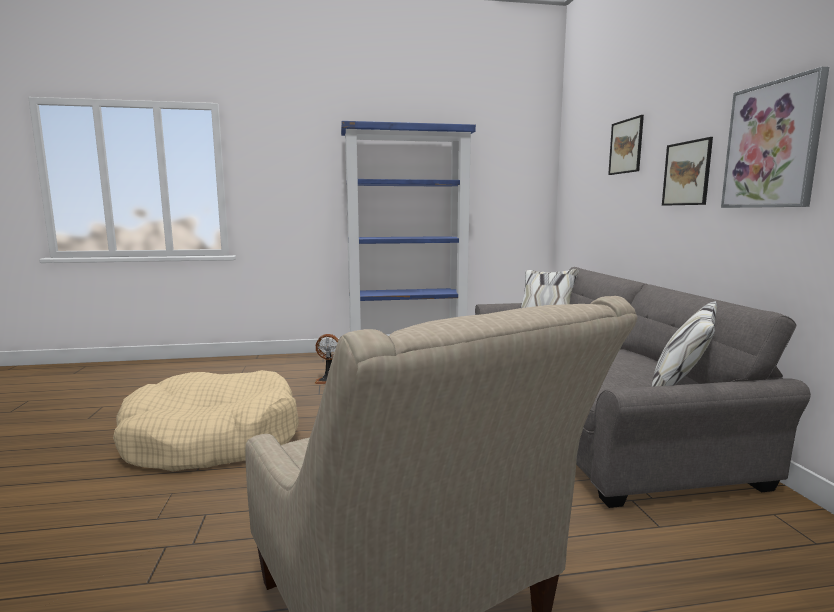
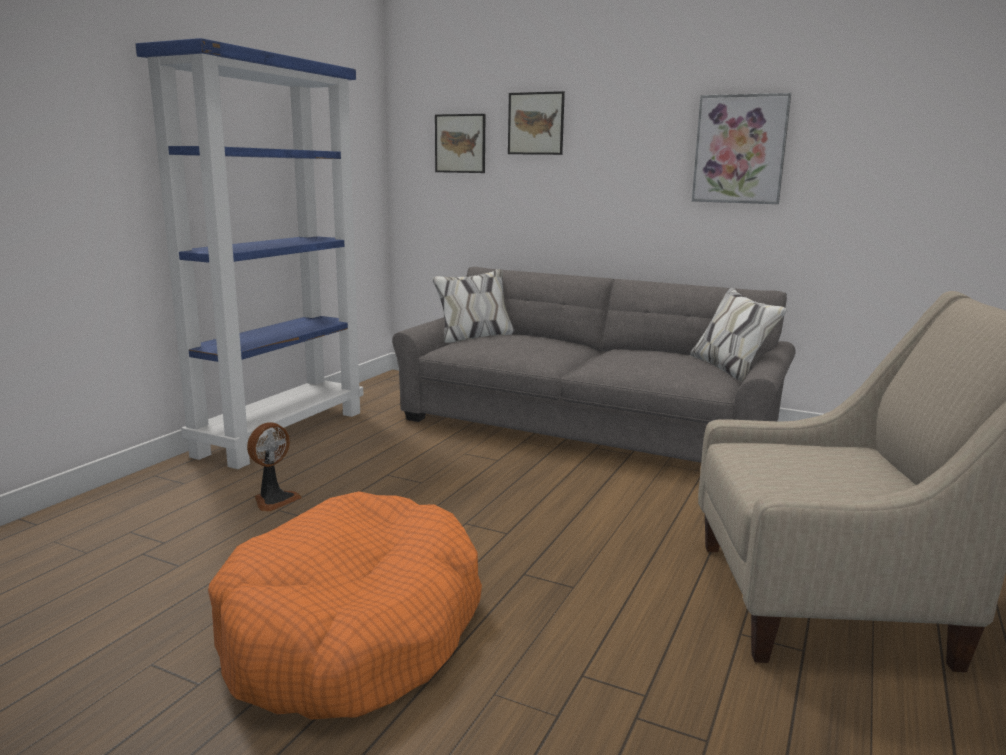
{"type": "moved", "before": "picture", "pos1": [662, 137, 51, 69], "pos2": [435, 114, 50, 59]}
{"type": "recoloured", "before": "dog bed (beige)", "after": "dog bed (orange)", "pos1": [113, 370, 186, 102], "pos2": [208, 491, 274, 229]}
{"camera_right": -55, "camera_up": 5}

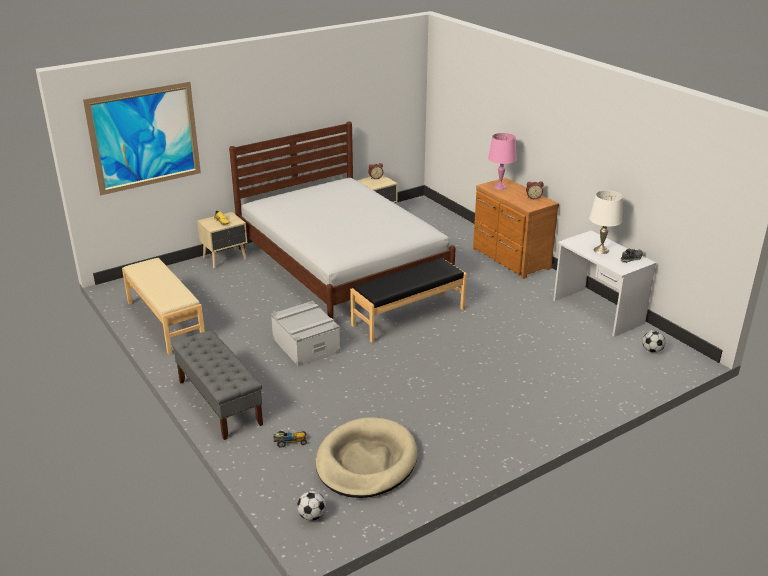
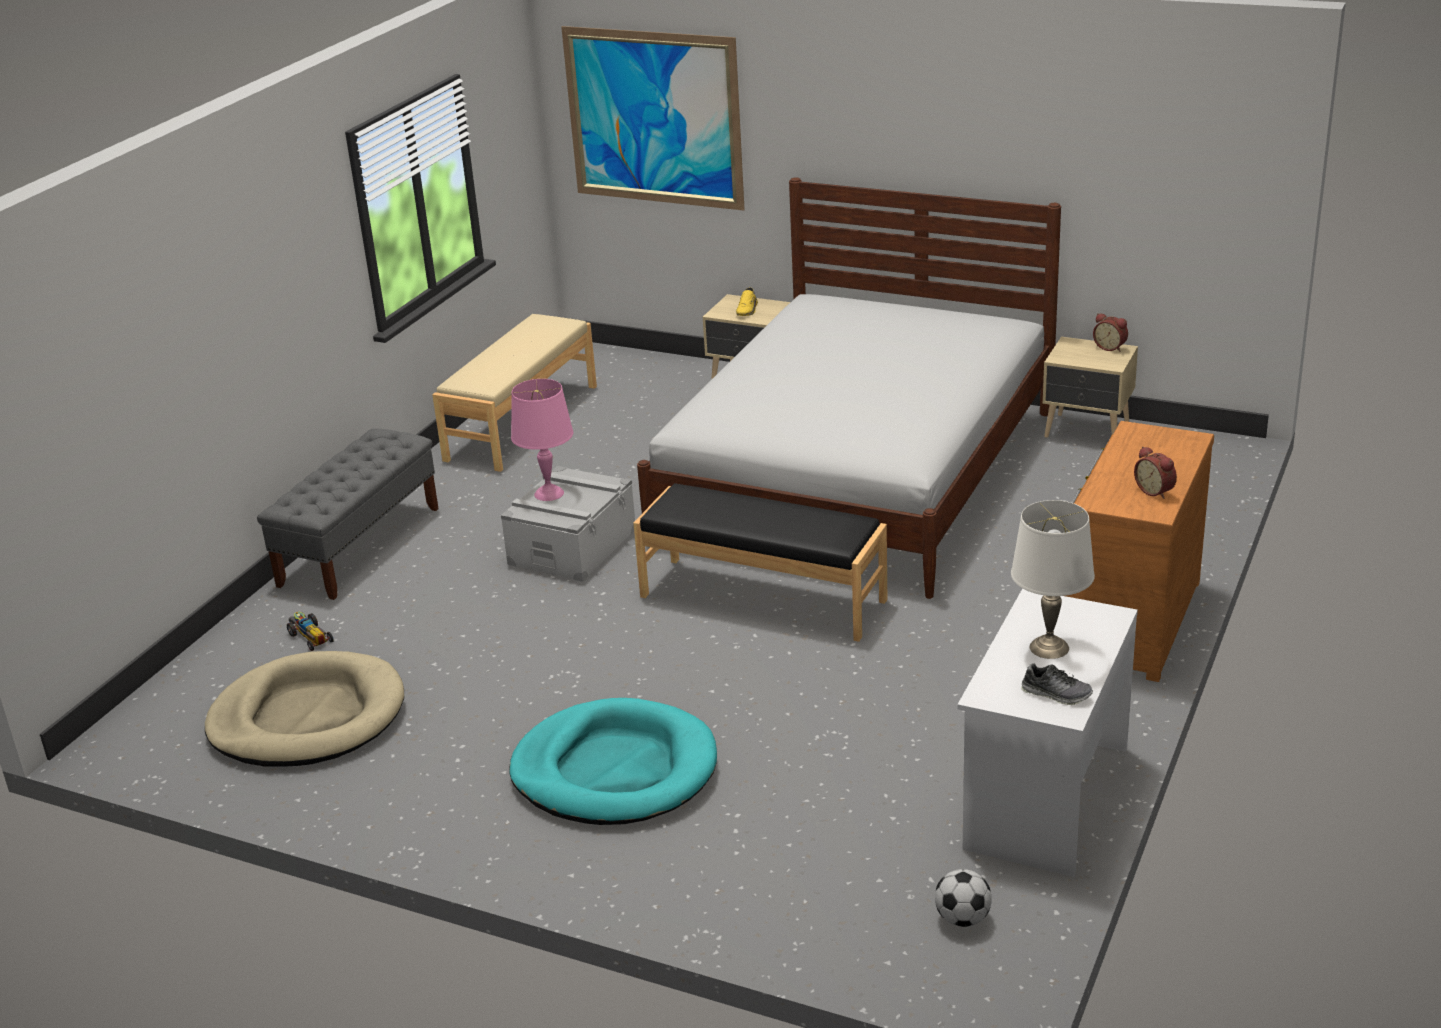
{"type": "moved", "before": "table lamp (pink)", "pos1": [488, 133, 29, 57], "pos2": [511, 379, 62, 122]}
{"type": "removed", "before": "football", "pos1": [297, 491, 29, 30]}
{"type": "added", "after": "dog bed (turquoise)", "pos2": [509, 698, 208, 127]}
{"camera_right": 60, "camera_up": 0}

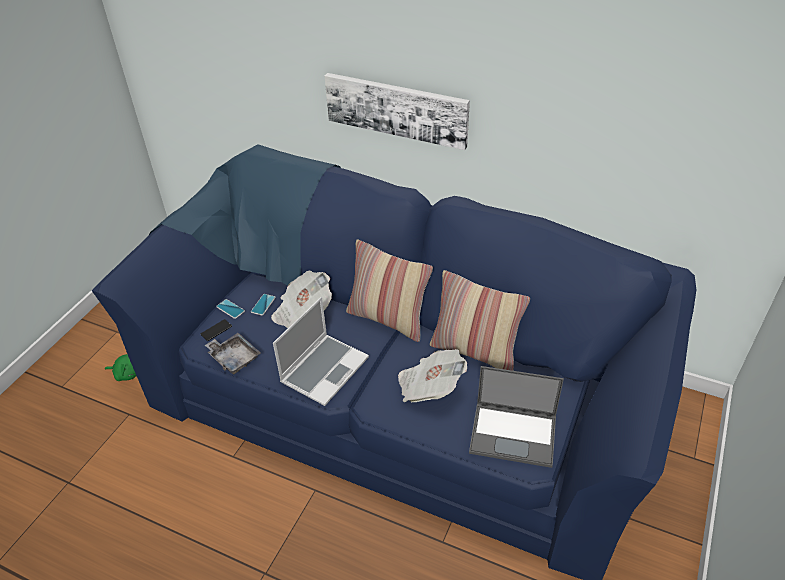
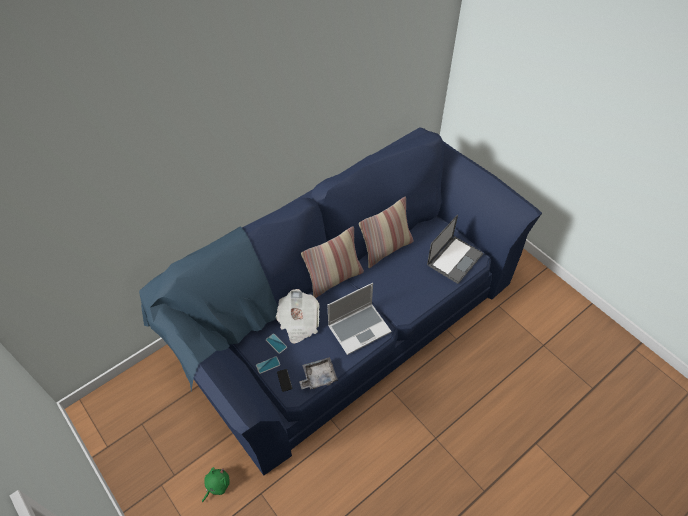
{"type": "removed", "before": "picture", "pos1": [325, 73, 145, 77]}
{"type": "turned", "before": "laptop", "pos1": [273, 297, 96, 109], "pos2": [327, 283, 64, 72], "turn": 90}
{"type": "removed", "before": "newspaper", "pos1": [398, 349, 69, 53]}
{"camera_right": -65, "camera_up": 10}

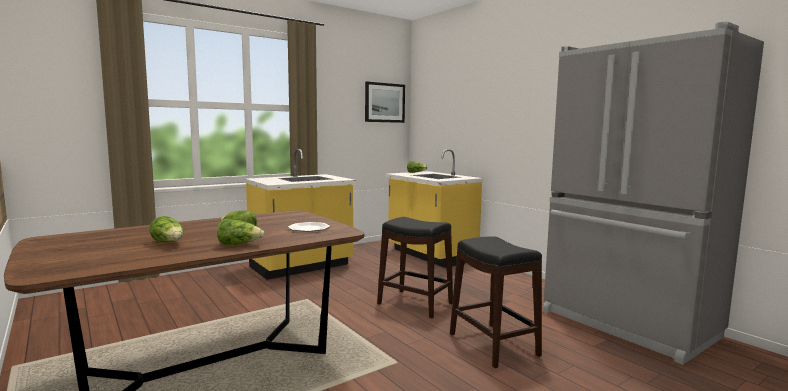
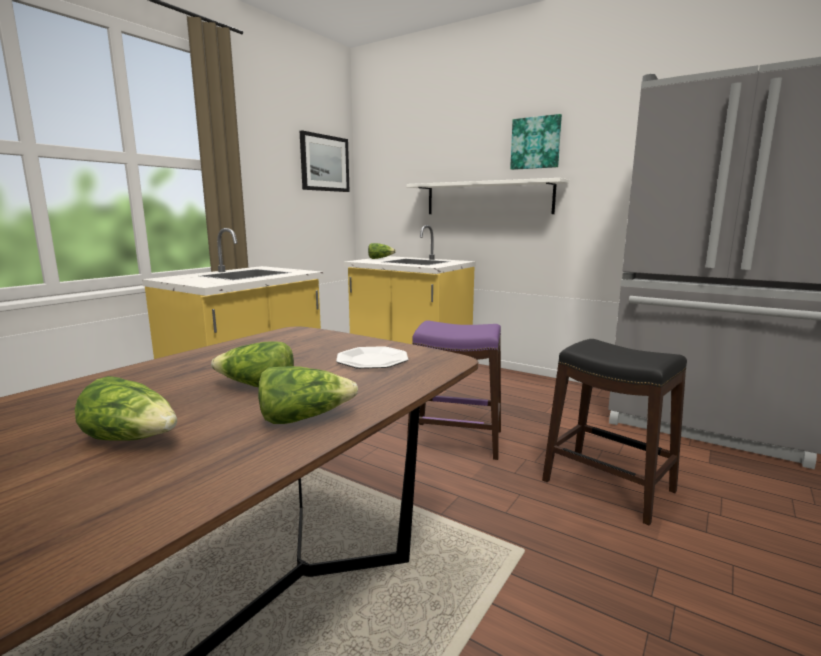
{"type": "recoloured", "before": "stool (black)", "after": "stool (purple)", "pos1": [377, 217, 76, 101], "pos2": [407, 320, 94, 140]}
{"type": "added", "after": "picture", "pos2": [510, 114, 52, 56]}
{"type": "added", "after": "shelf (white)", "pos2": [407, 178, 162, 36]}
{"camera_right": -20, "camera_up": 5}

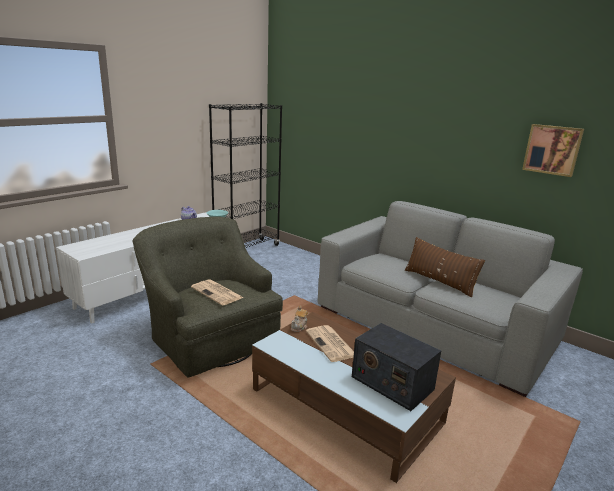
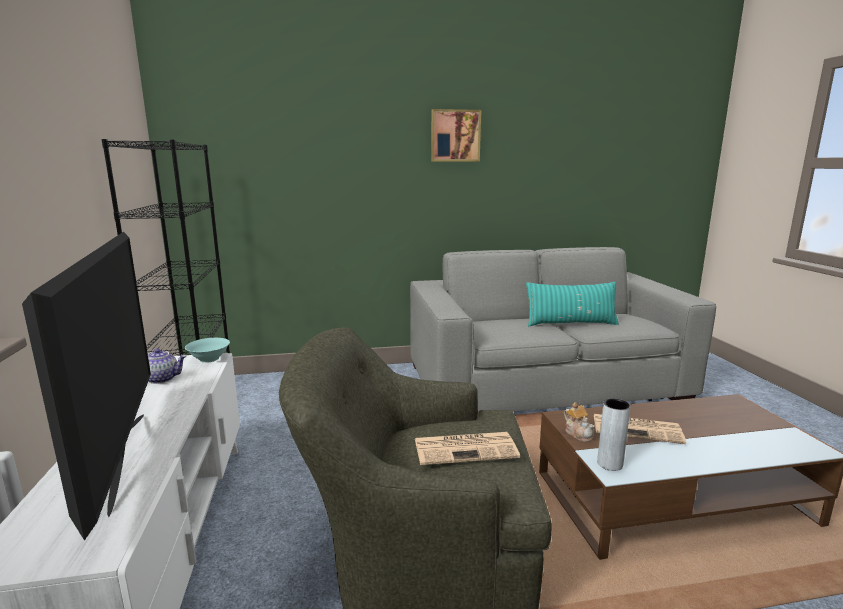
{"type": "moved", "before": "picture", "pos1": [522, 124, 62, 53], "pos2": [431, 109, 50, 53]}
{"type": "recoloured", "before": "pillow (brown)", "after": "pillow (turquoise)", "pos1": [405, 237, 80, 60], "pos2": [526, 282, 93, 44]}
{"type": "removed", "before": "radio", "pos1": [352, 323, 89, 88]}
{"type": "added", "after": "television", "pos2": [22, 232, 129, 309]}
{"type": "added", "after": "vase (grey)", "pos2": [597, 398, 34, 73]}
{"camera_right": -50, "camera_up": -5}

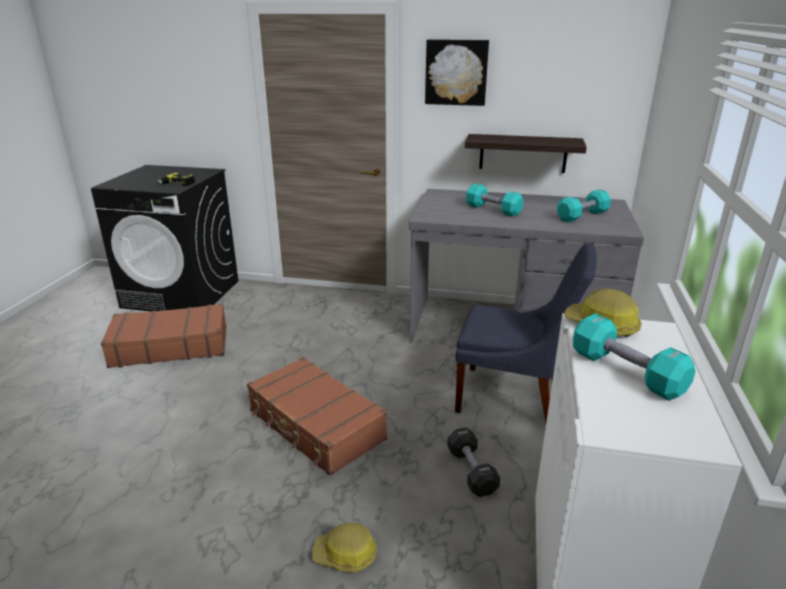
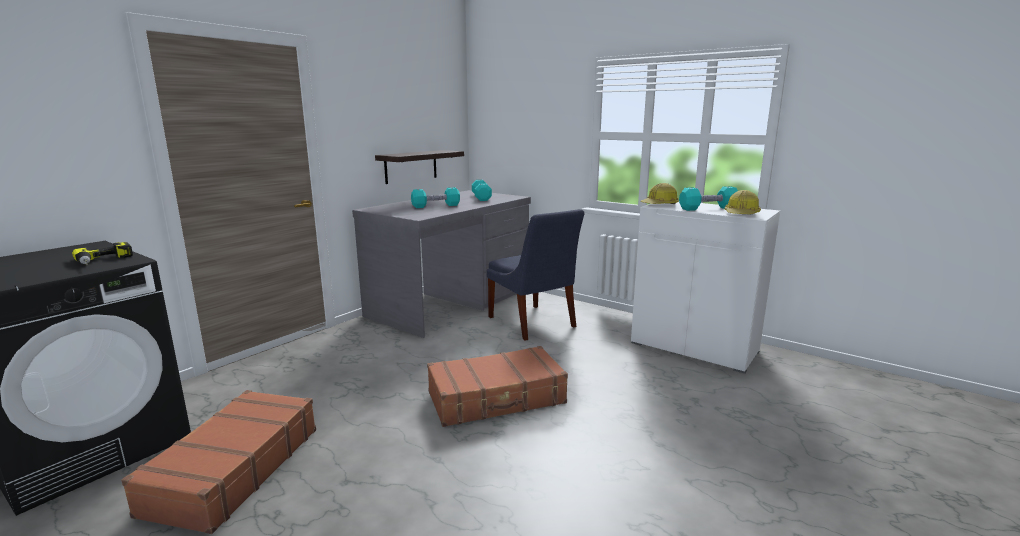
{"type": "removed", "before": "picture", "pos1": [425, 39, 64, 67]}
{"type": "turned", "before": "chair (blue)", "pos1": [455, 243, 142, 179], "pos2": [487, 209, 97, 132], "turn": 105}
{"type": "removed", "before": "dumbbell (black)", "pos1": [447, 428, 53, 69]}
{"type": "moved", "before": "hard hat", "pos1": [312, 523, 65, 49], "pos2": [725, 190, 36, 25]}
{"camera_right": -65, "camera_up": -10}

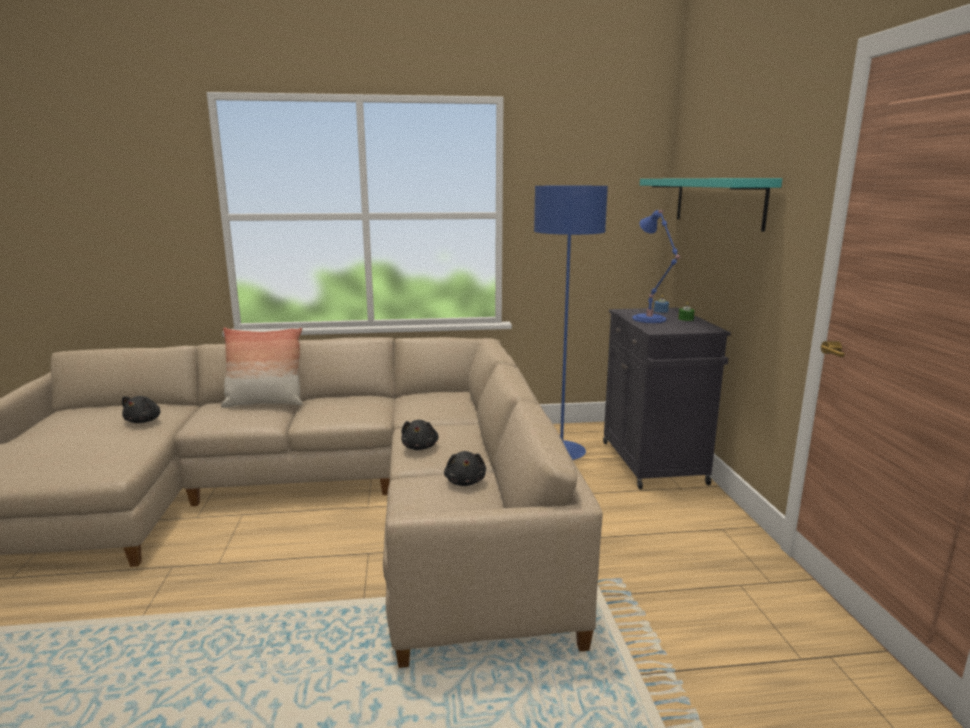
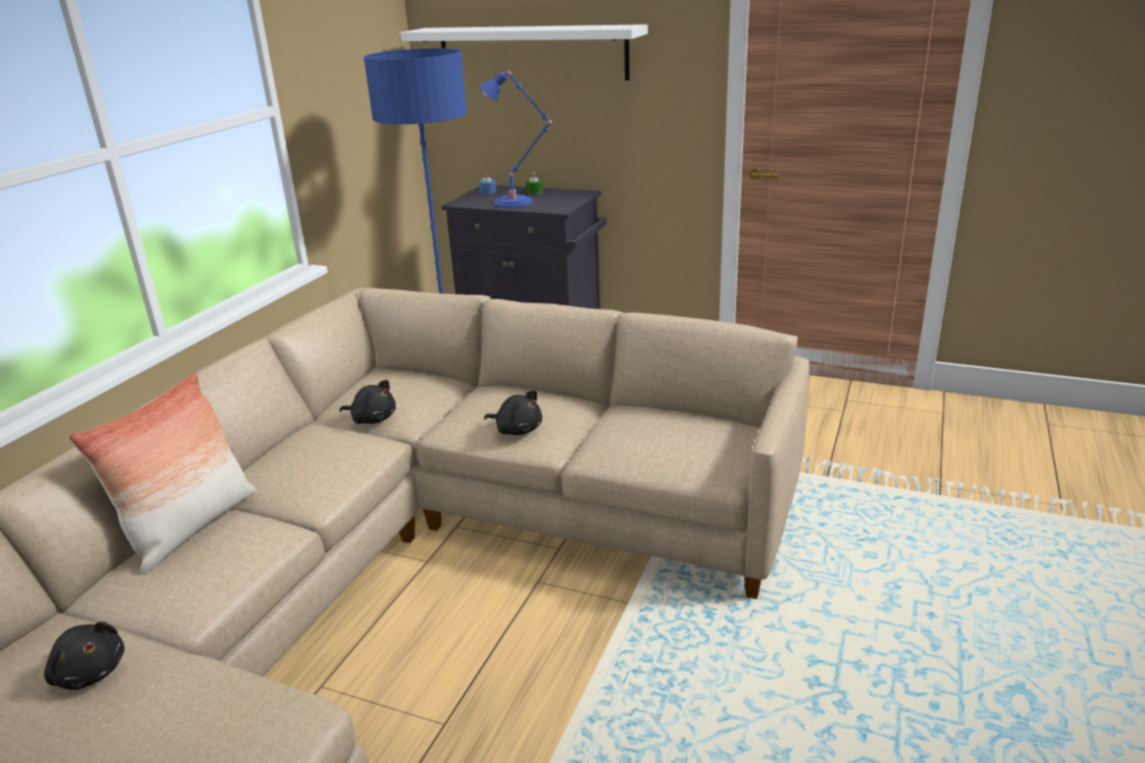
{"type": "recoloured", "before": "shelf (turquoise)", "after": "shelf (white)", "pos1": [640, 178, 142, 54], "pos2": [400, 24, 248, 56]}
{"type": "moved", "before": "plush toy (black)", "pos1": [444, 451, 42, 35], "pos2": [340, 380, 56, 44]}
{"camera_right": -60, "camera_up": 10}

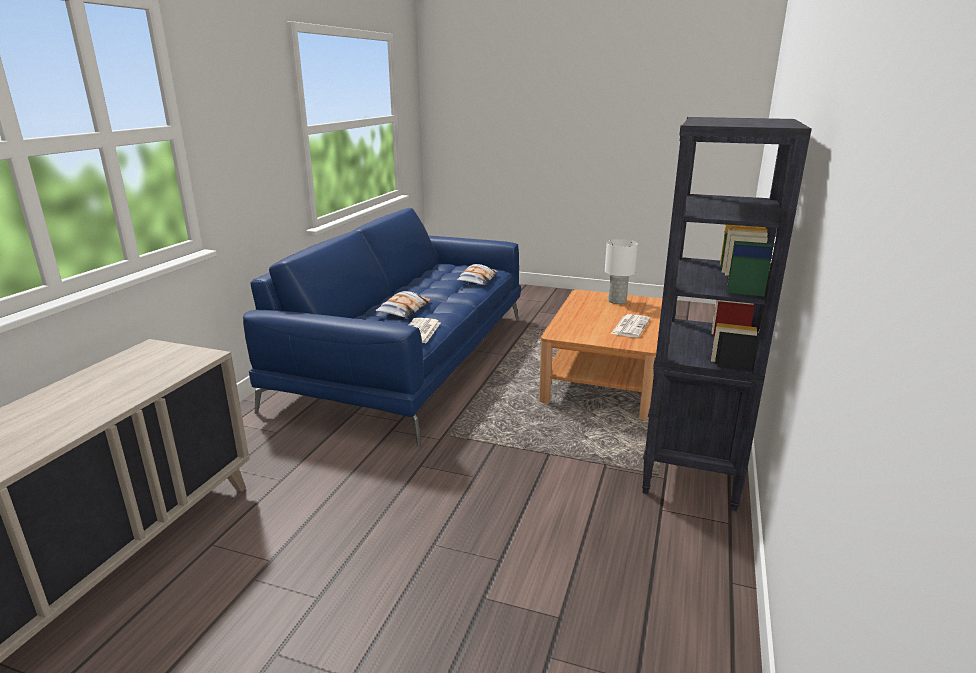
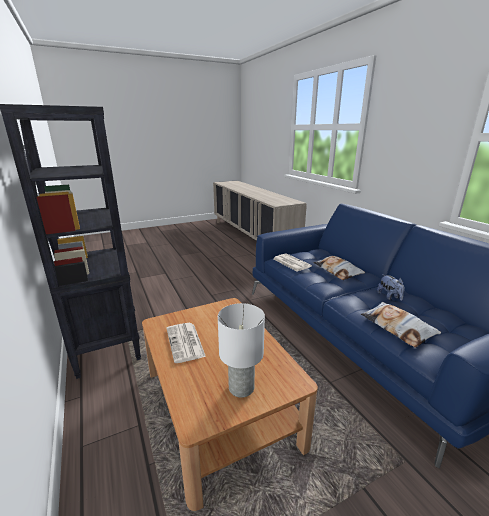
{"type": "added", "after": "plush toy", "pos2": [377, 274, 28, 27]}
{"camera_right": 135, "camera_up": 0}

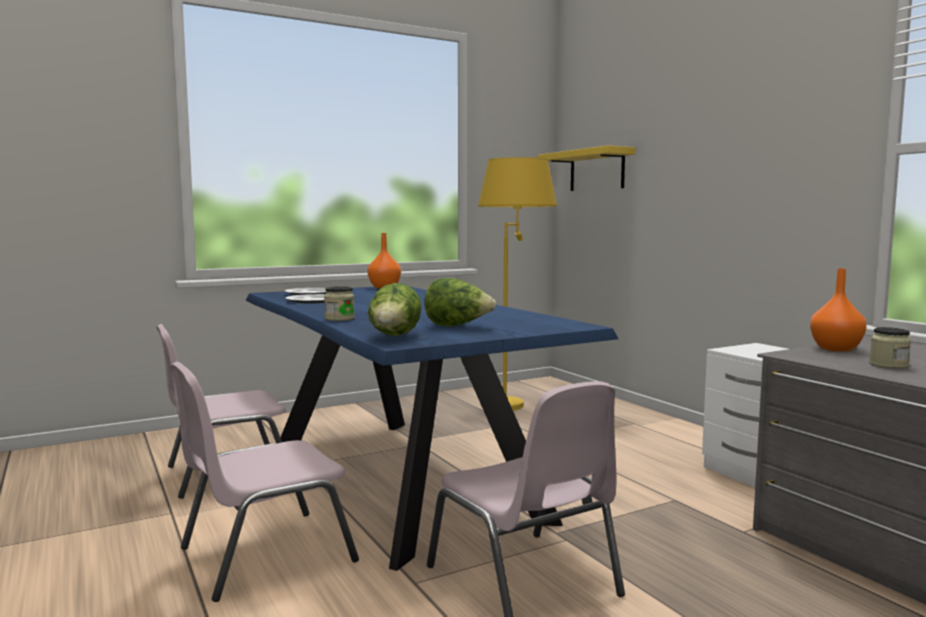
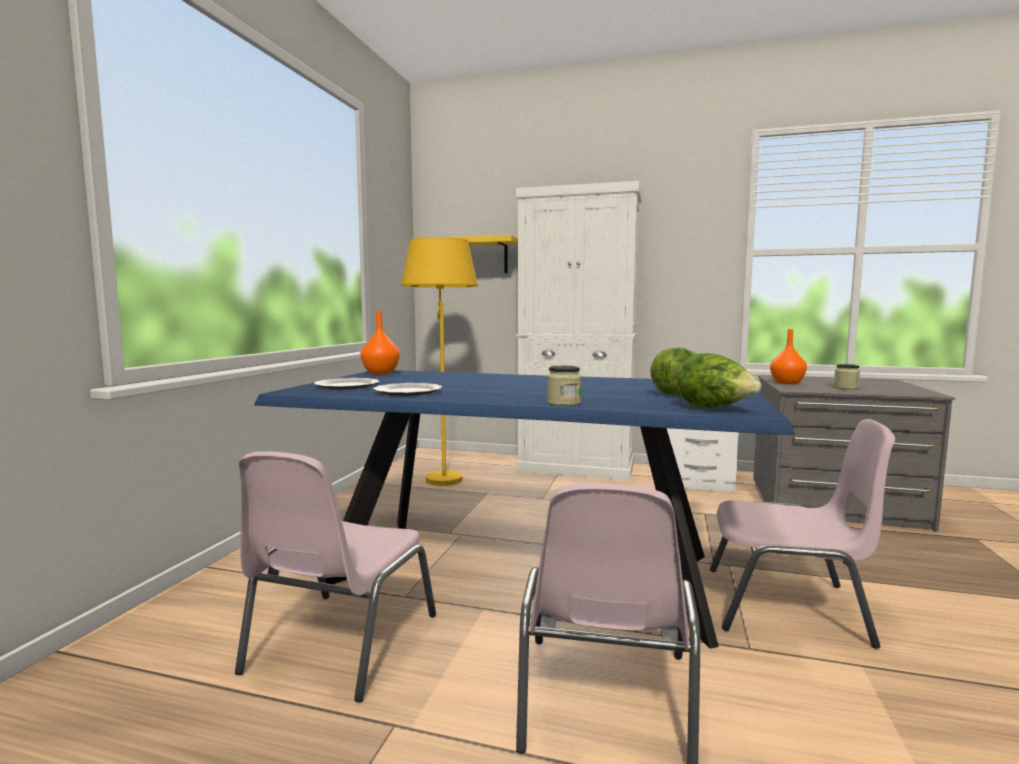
{"type": "added", "after": "cabinet (white)", "pos2": [516, 181, 126, 300]}
{"camera_right": -45, "camera_up": 0}

